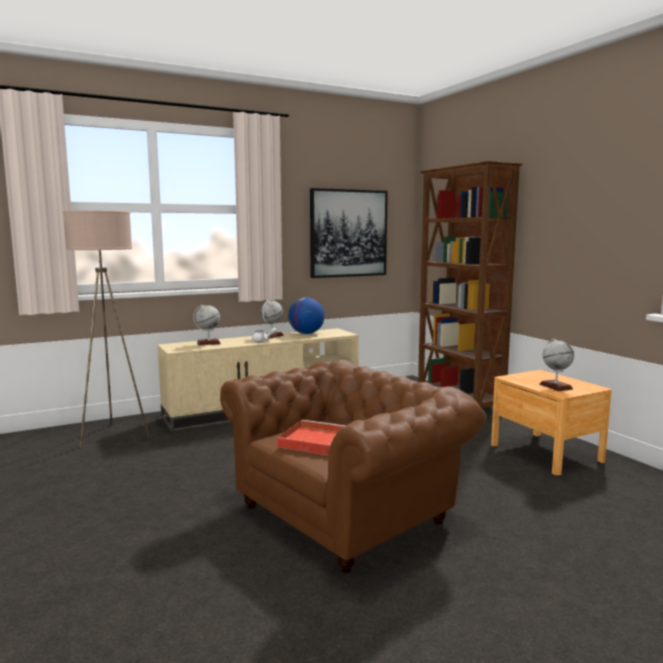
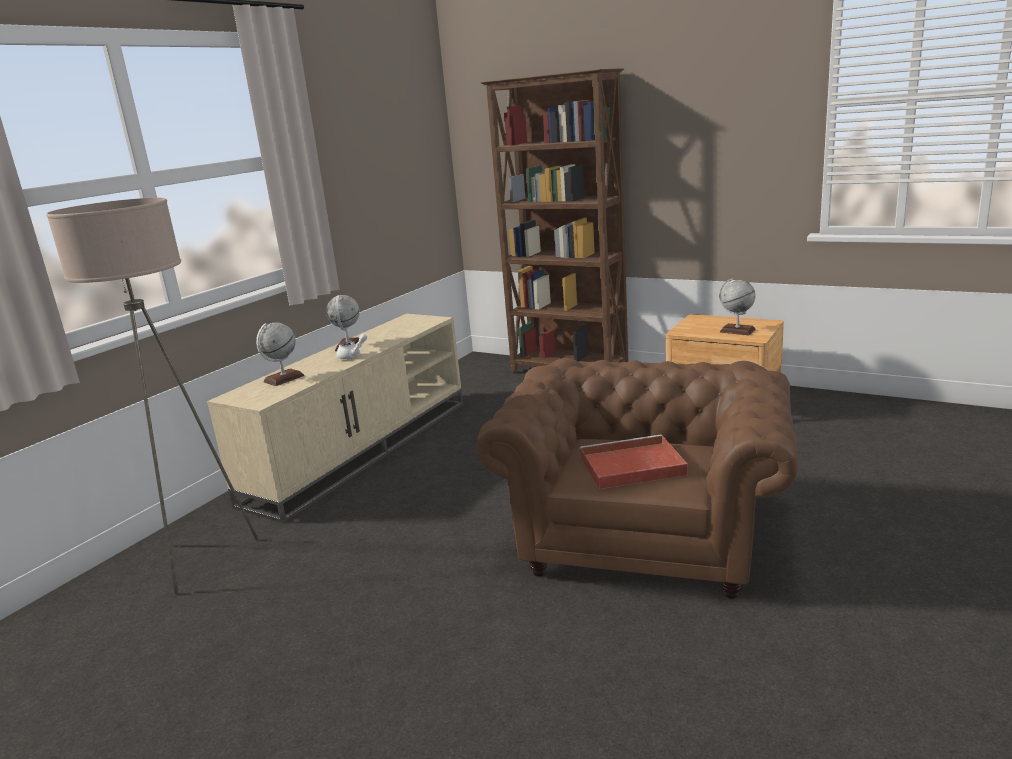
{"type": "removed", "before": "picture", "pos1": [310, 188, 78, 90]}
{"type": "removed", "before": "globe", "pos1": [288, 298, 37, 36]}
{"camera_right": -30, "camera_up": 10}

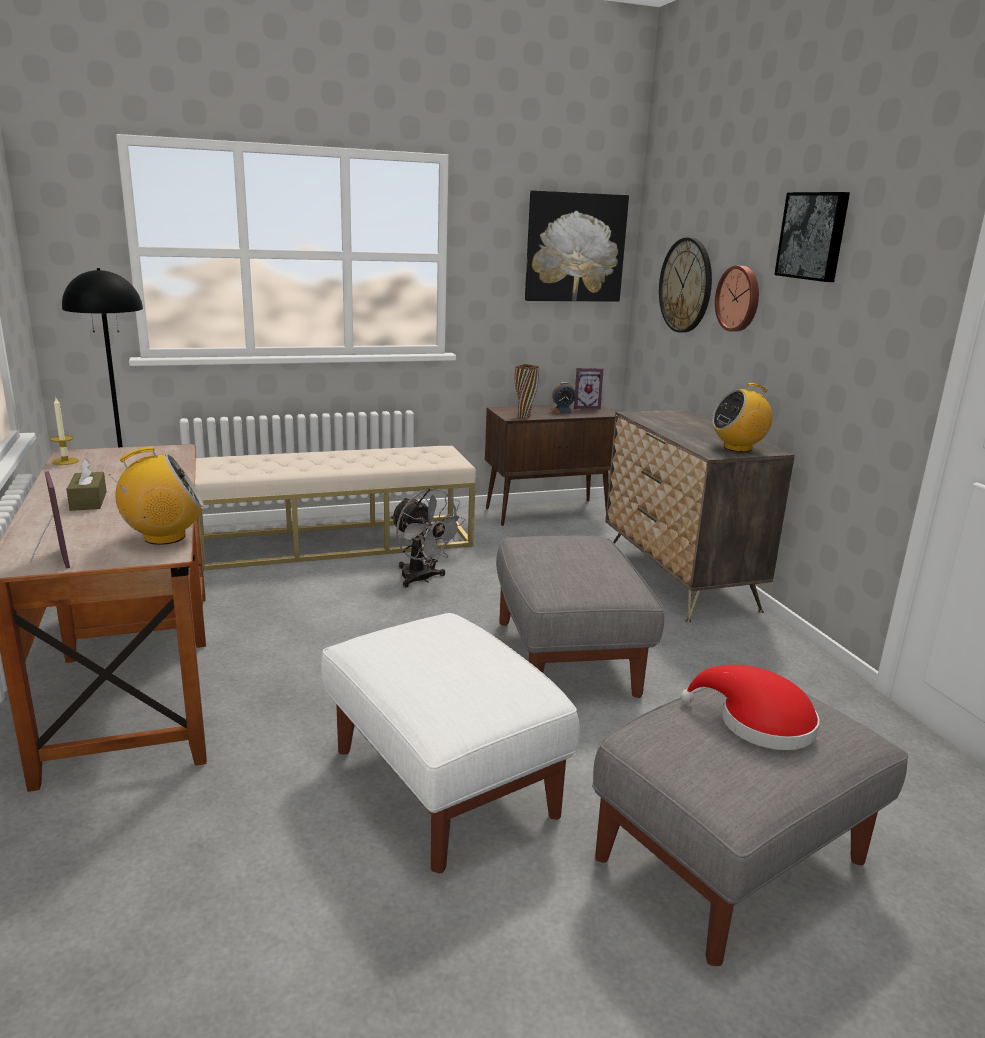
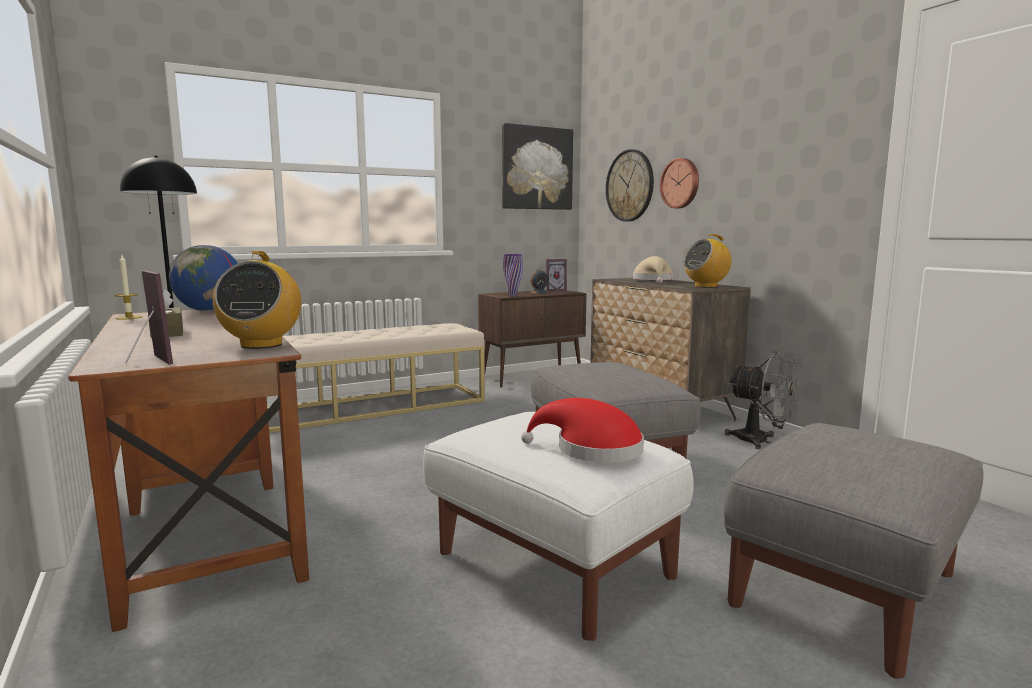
{"type": "removed", "before": "picture", "pos1": [774, 192, 76, 90]}
{"type": "recoloured", "before": "vase (brown)", "after": "vase (purple)", "pos1": [515, 364, 24, 54], "pos2": [503, 254, 20, 43]}
{"type": "turned", "before": "radio", "pos1": [109, 447, 95, 98], "pos2": [213, 251, 88, 98], "turn": 120}
{"type": "moved", "before": "fan (grey)", "pos1": [391, 488, 75, 100], "pos2": [725, 351, 74, 98]}
{"type": "moved", "before": "hat (red)", "pos1": [680, 665, 139, 85], "pos2": [521, 398, 123, 65]}
{"type": "added", "after": "globe", "pos2": [169, 245, 69, 67]}
{"type": "added", "after": "hat (beige)", "pos2": [633, 256, 40, 28]}
{"camera_right": -10, "camera_up": -10}

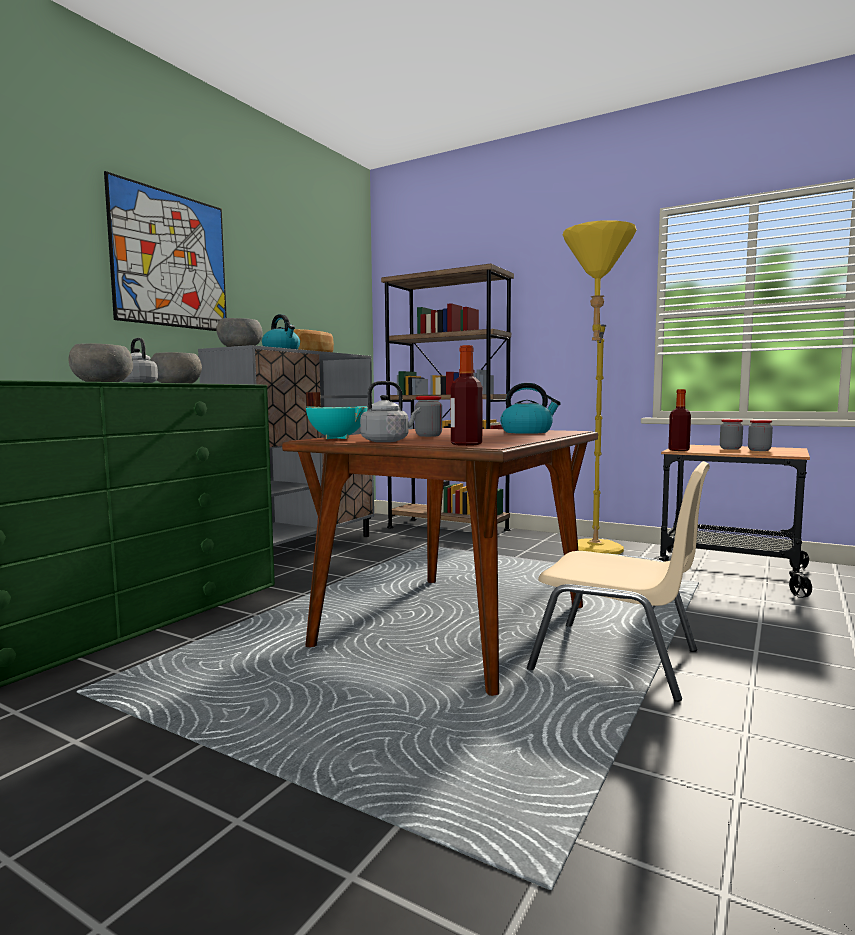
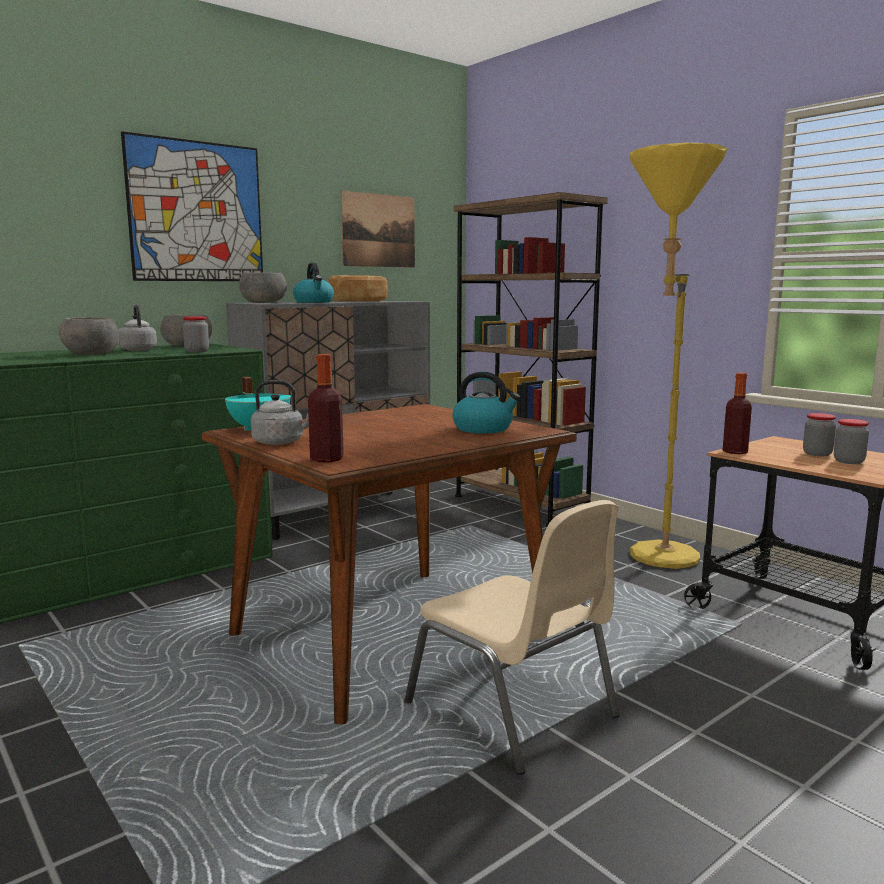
{"type": "moved", "before": "jar", "pos1": [415, 396, 27, 41], "pos2": [183, 316, 26, 37]}
{"type": "added", "after": "picture", "pos2": [341, 191, 74, 77]}
{"camera_right": 20, "camera_up": 5}

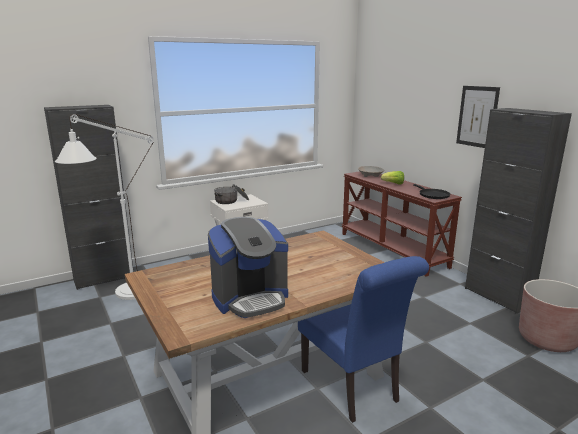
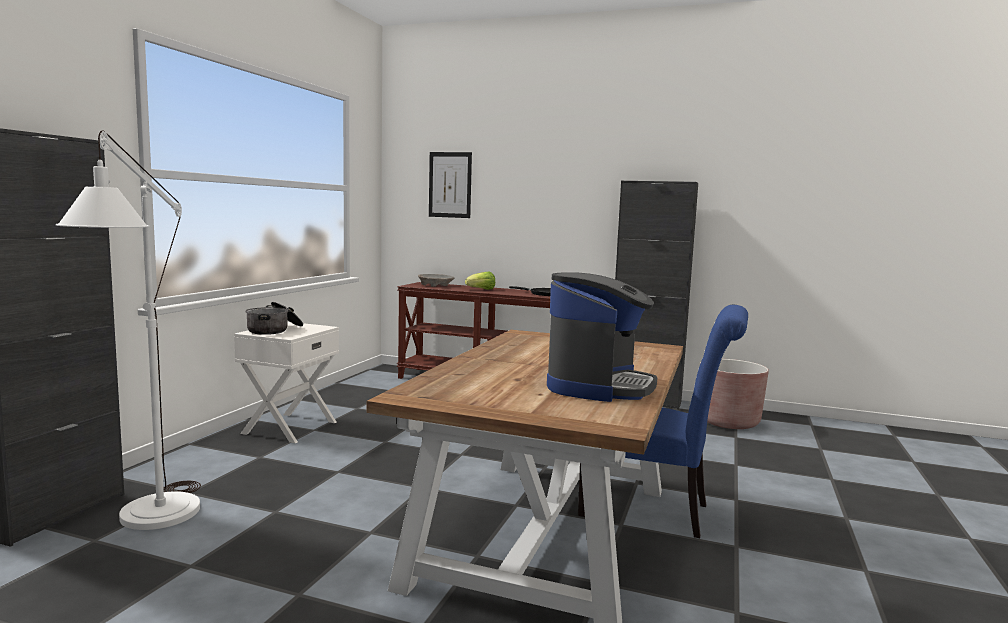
{"type": "moved", "before": "picture", "pos1": [456, 86, 44, 62], "pos2": [429, 152, 43, 66]}
{"camera_right": -40, "camera_up": -10}

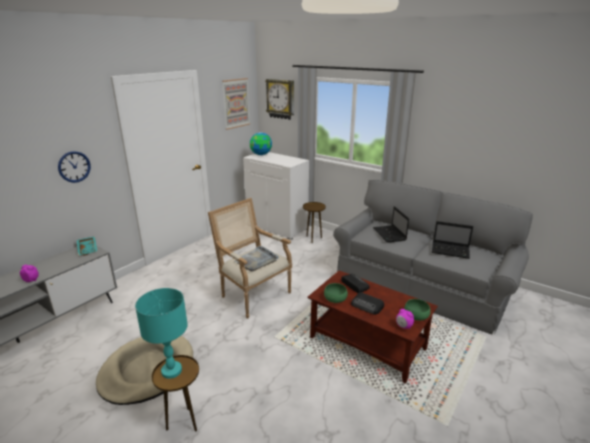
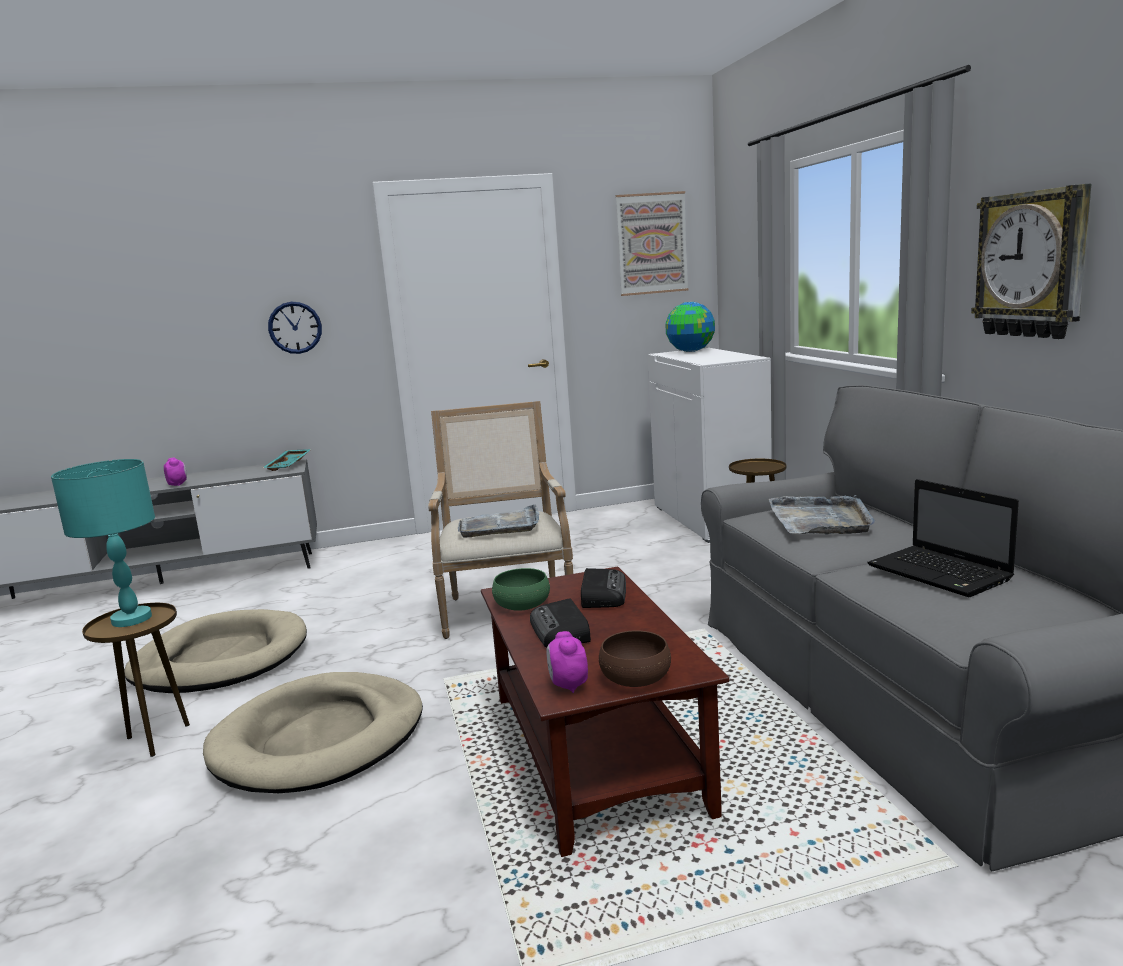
{"type": "moved", "before": "wall clock", "pos1": [265, 79, 29, 41], "pos2": [971, 184, 120, 155]}
{"type": "replaced", "before": "laptop", "after": "tray (grey)", "pos1": [373, 206, 36, 37], "pos2": [769, 495, 106, 40]}
{"type": "recoloured", "before": "bowl (green)", "after": "bowl (brown)", "pos1": [404, 299, 27, 22], "pos2": [599, 630, 72, 57]}
{"type": "added", "after": "dog bed (beige)", "pos2": [203, 672, 220, 121]}
{"camera_right": 40, "camera_up": -10}

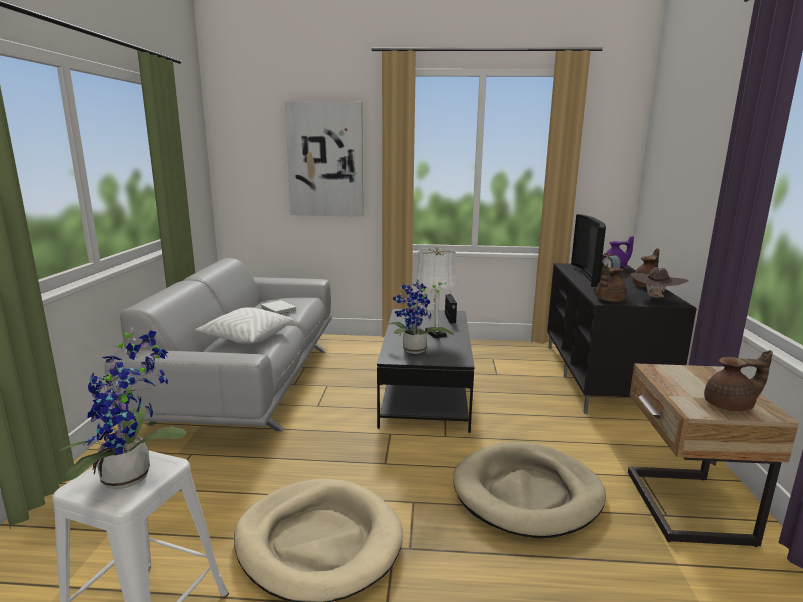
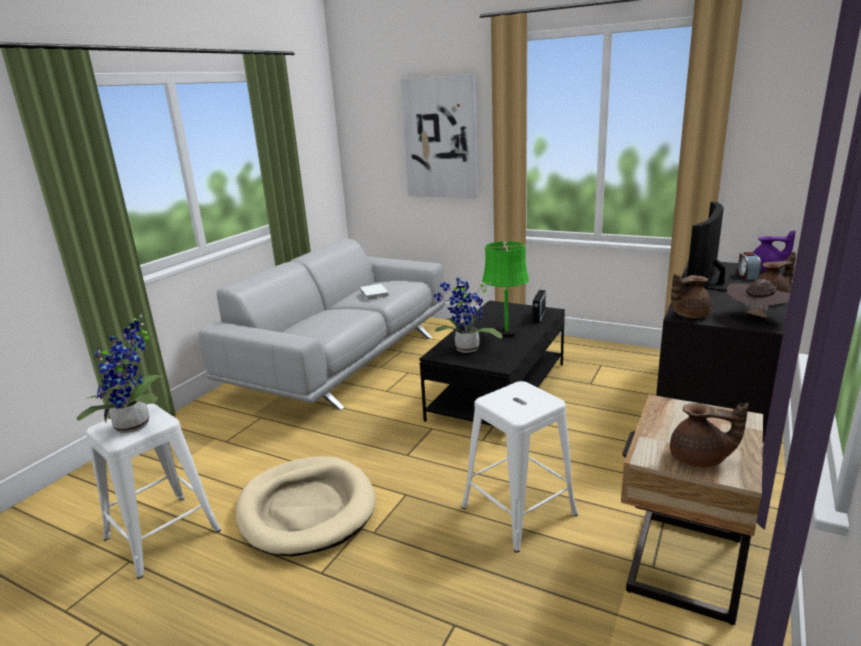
{"type": "recoloured", "before": "table lamp (white)", "after": "table lamp (green)", "pos1": [414, 247, 44, 91], "pos2": [482, 241, 47, 97]}
{"type": "removed", "before": "pillow (white)", "pos1": [195, 307, 98, 37]}
{"type": "replaced", "before": "dog bed (beige)", "after": "stool (white)", "pos1": [453, 442, 153, 96], "pos2": [461, 381, 117, 172]}
{"camera_right": 25, "camera_up": 5}

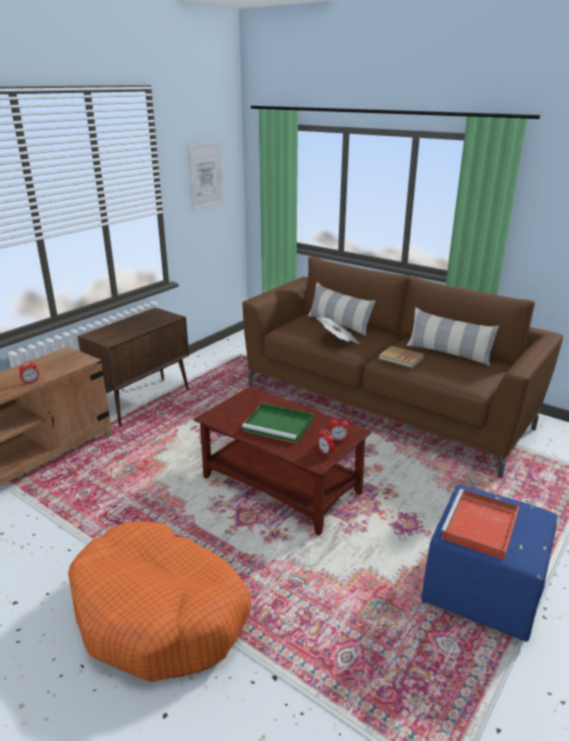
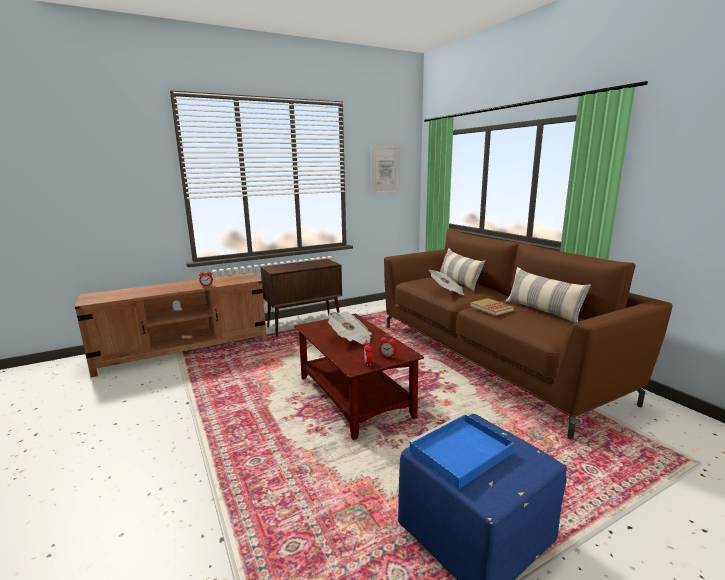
{"type": "replaced", "before": "tray (green)", "after": "newspaper", "pos1": [242, 403, 72, 41], "pos2": [328, 311, 44, 35]}
{"type": "recoloured", "before": "tray (red)", "after": "tray (blue)", "pos1": [441, 489, 79, 71], "pos2": [408, 413, 106, 76]}
{"type": "removed", "before": "dog bed (orange)", "pos1": [68, 521, 183, 161]}
{"camera_right": 25, "camera_up": -10}

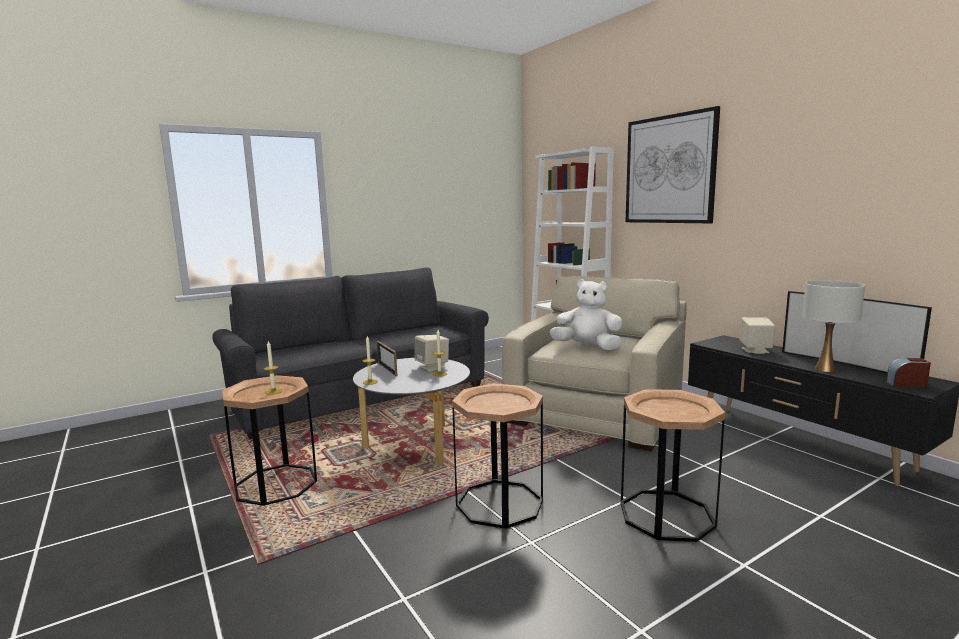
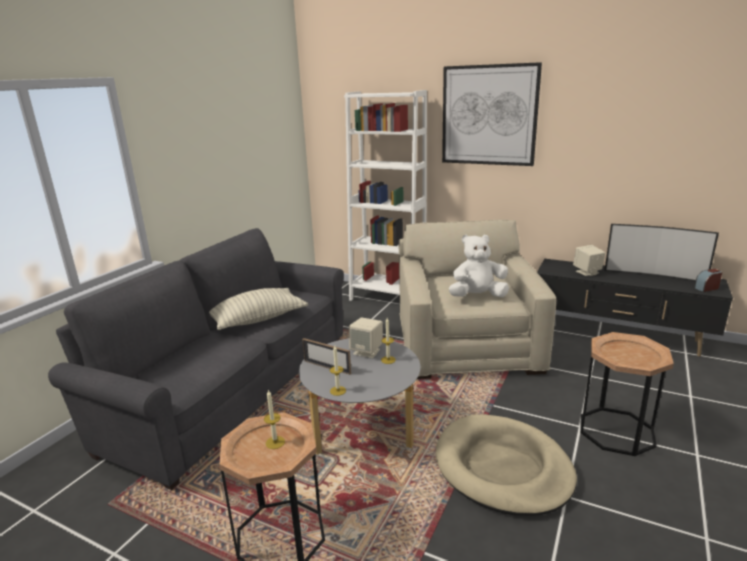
{"type": "removed", "before": "table lamp (white)", "pos1": [802, 280, 63, 92]}
{"type": "replaced", "before": "side table (brown)", "after": "dog bed (beige)", "pos1": [452, 384, 91, 145], "pos2": [436, 414, 141, 102]}
{"type": "added", "after": "pillow", "pos2": [209, 288, 99, 42]}
{"camera_right": -30, "camera_up": 10}

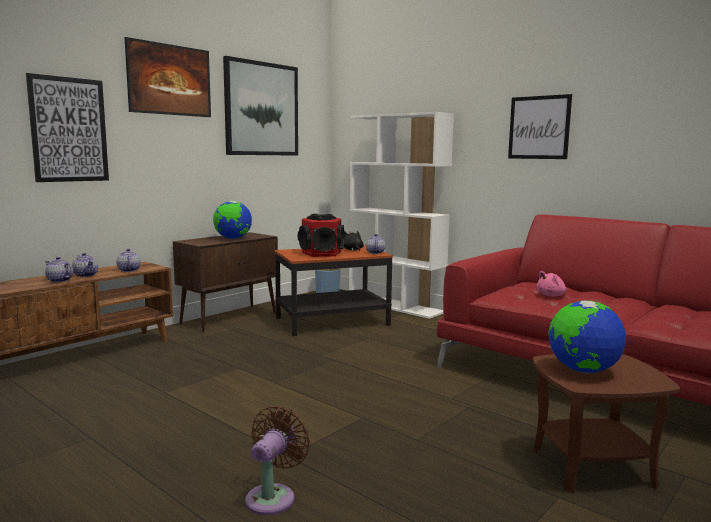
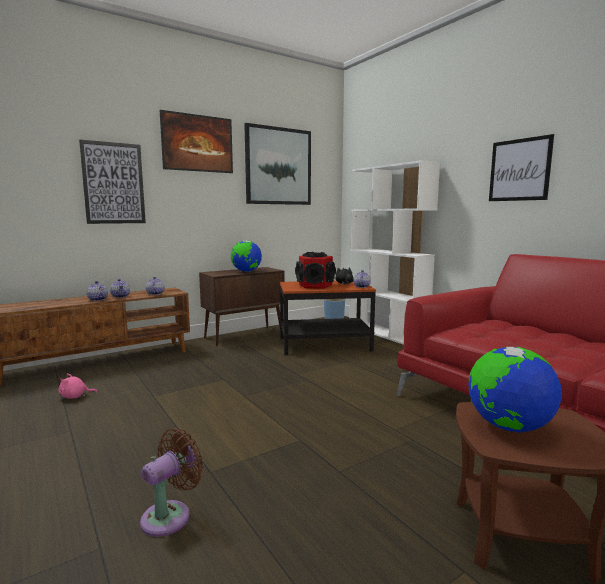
{"type": "moved", "before": "plush toy (pink)", "pos1": [537, 271, 31, 25], "pos2": [58, 373, 40, 26]}
{"camera_right": 15, "camera_up": 0}

